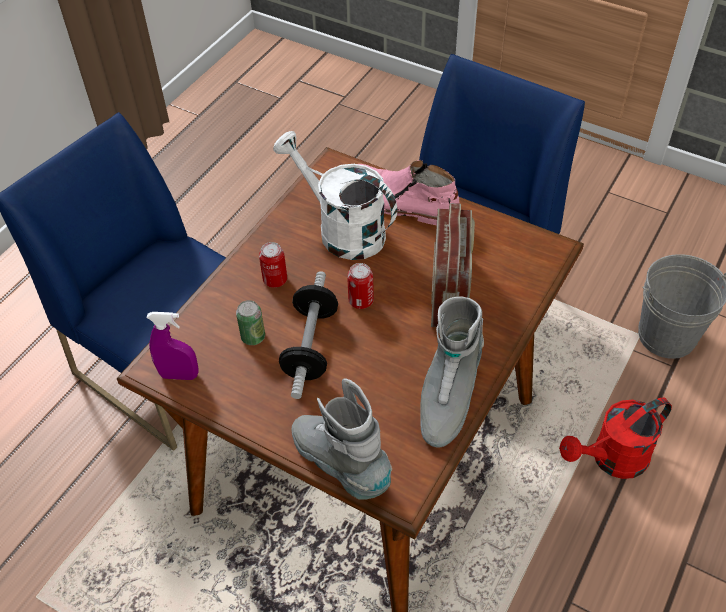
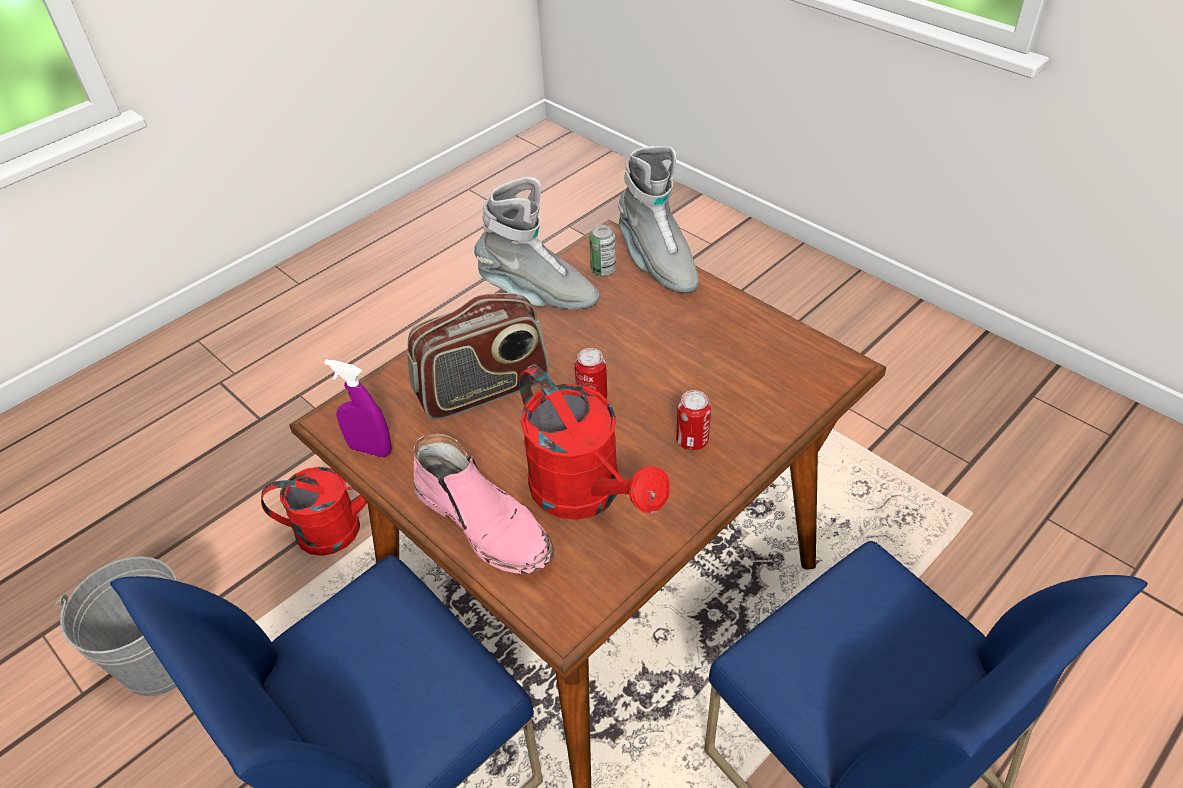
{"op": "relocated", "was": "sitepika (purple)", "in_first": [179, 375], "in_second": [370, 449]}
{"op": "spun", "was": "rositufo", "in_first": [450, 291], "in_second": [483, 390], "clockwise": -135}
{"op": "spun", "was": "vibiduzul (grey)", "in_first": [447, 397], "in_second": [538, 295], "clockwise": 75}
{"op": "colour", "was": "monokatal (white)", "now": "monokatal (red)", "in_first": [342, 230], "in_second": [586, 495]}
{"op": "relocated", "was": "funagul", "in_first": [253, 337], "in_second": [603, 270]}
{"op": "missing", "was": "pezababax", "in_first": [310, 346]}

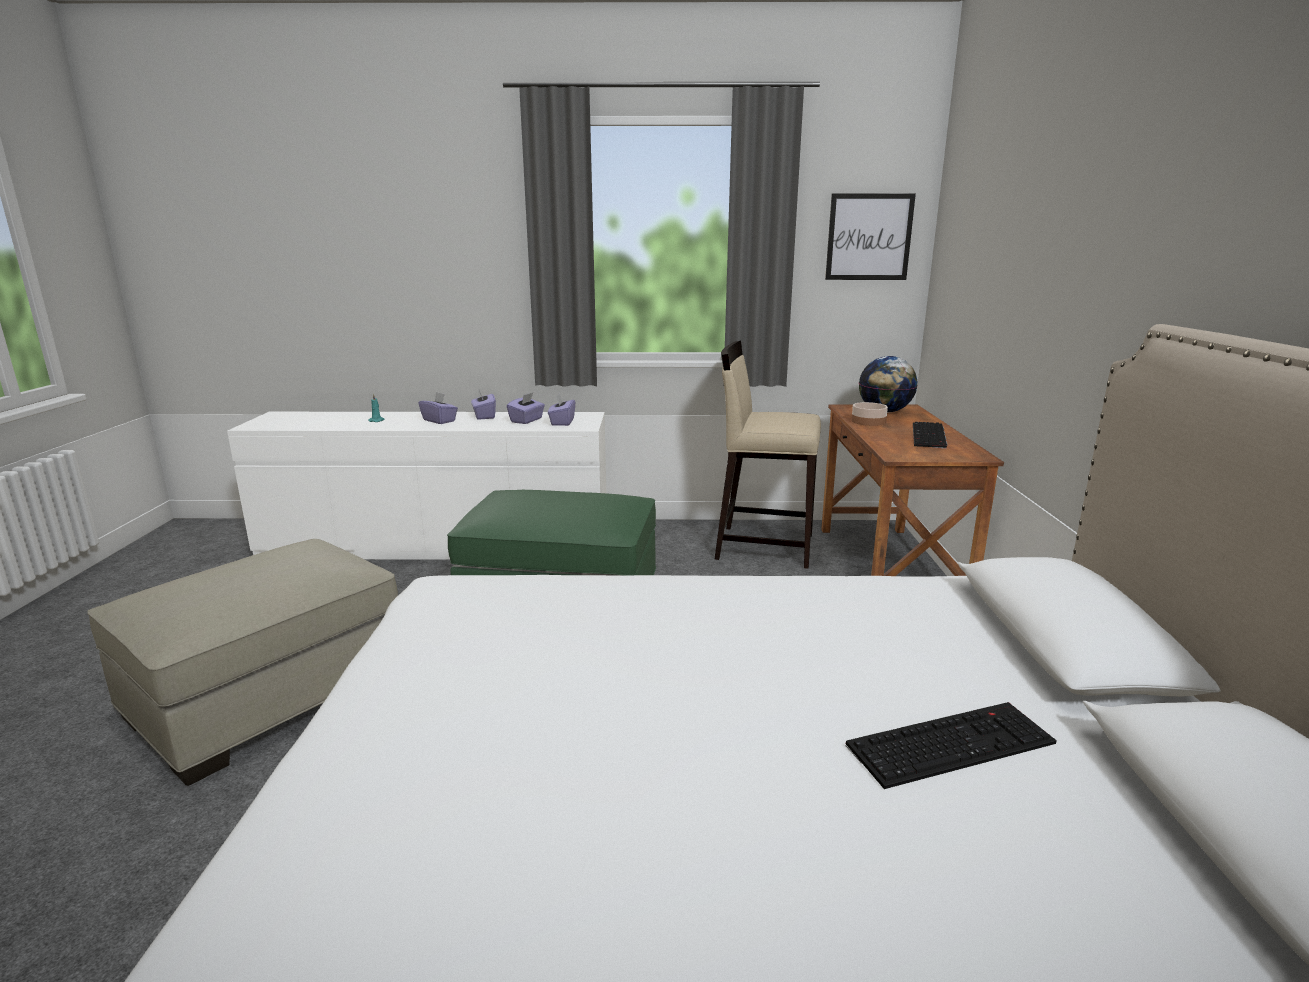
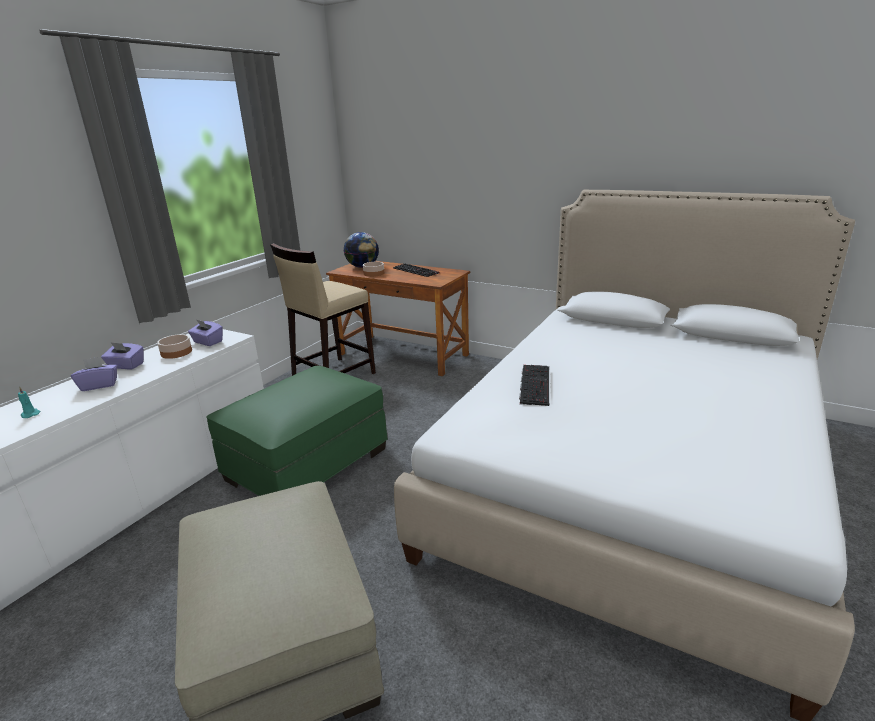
{"op": "exchanged", "was": "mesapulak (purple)", "now": "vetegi", "in_first": [527, 420], "in_second": [176, 352]}
{"op": "relocated", "was": "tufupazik", "in_first": [950, 742], "in_second": [534, 384]}
{"op": "missing", "was": "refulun", "in_first": [869, 237]}

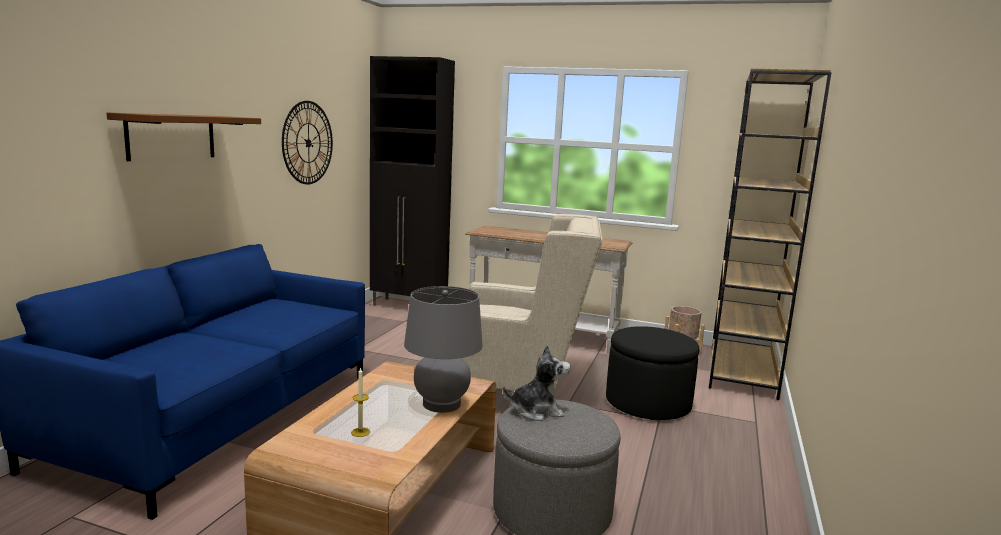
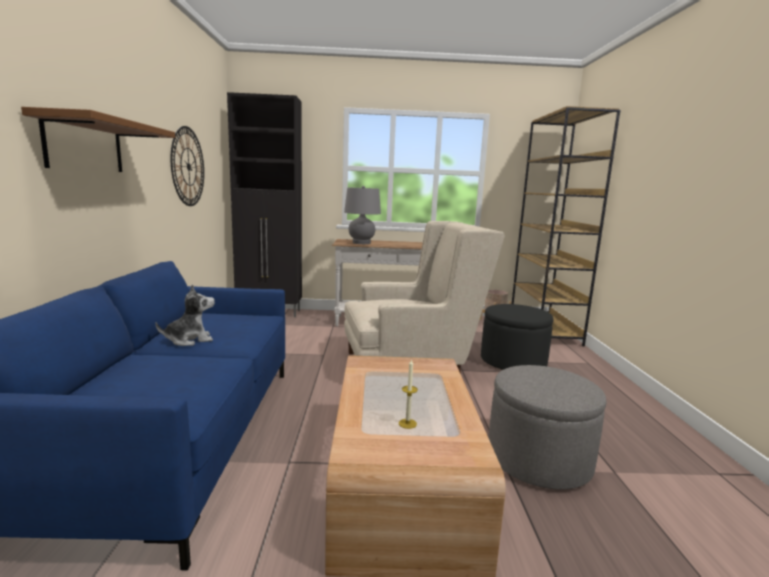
{"op": "relocated", "was": "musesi", "in_first": [536, 411], "in_second": [189, 340]}
{"op": "relocated", "was": "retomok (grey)", "in_first": [441, 404], "in_second": [361, 243]}

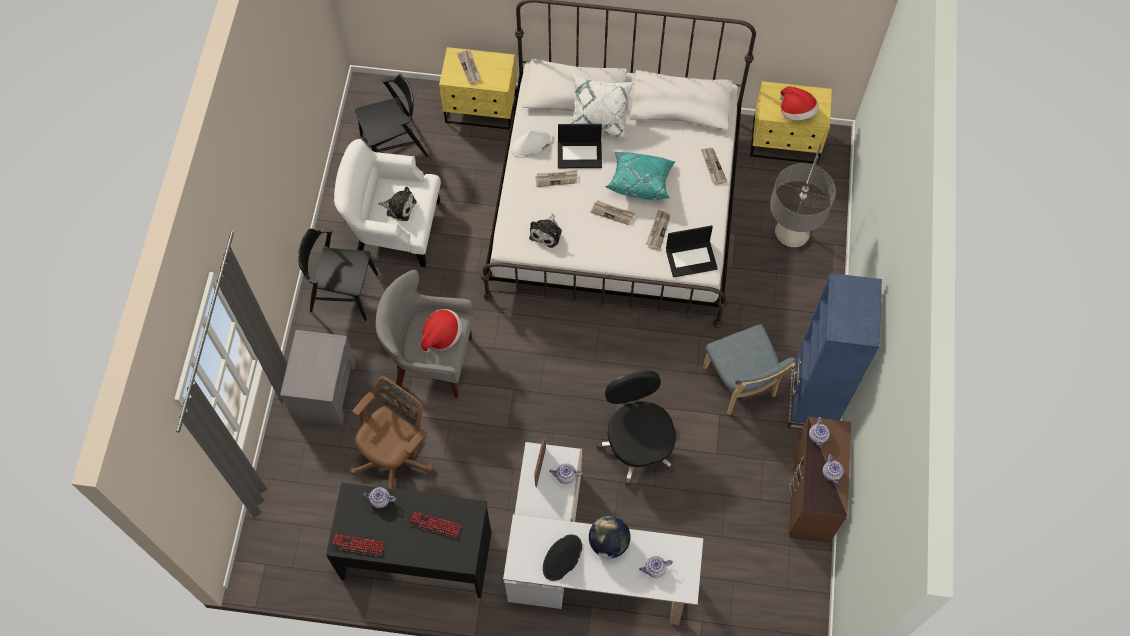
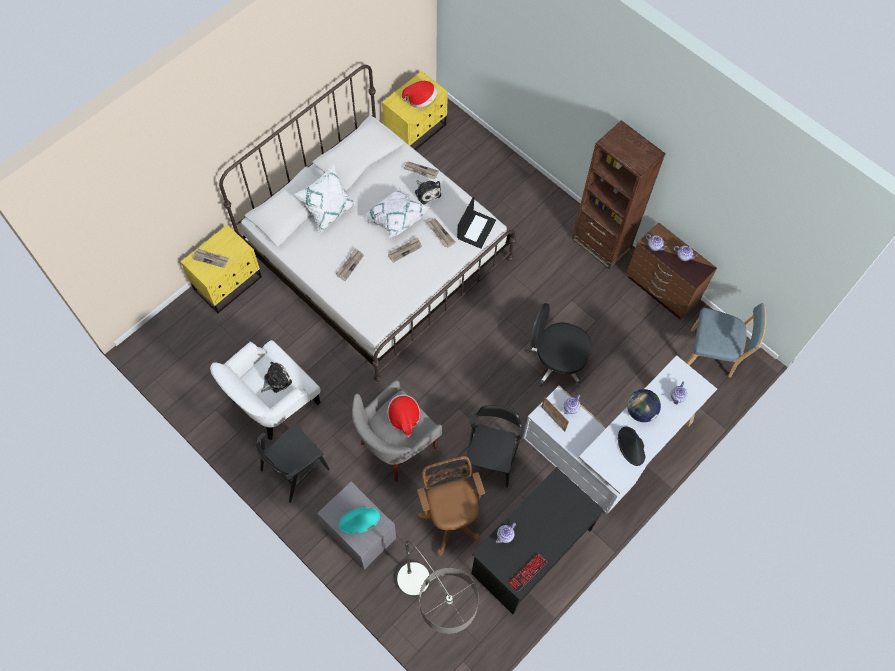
{"op": "appeared", "now": "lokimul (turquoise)", "in_second": [359, 521]}
{"op": "colour", "was": "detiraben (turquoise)", "now": "detiraben (white)", "in_first": [640, 181], "in_second": [395, 218]}
{"op": "relocated", "was": "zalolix", "in_first": [779, 269], "in_second": [435, 614]}
{"op": "relocated", "was": "musesi", "in_first": [547, 233], "in_second": [427, 192]}
{"op": "relocated", "was": "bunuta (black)", "in_first": [394, 146], "in_second": [491, 458]}
{"op": "colour", "was": "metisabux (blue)", "now": "metisabux (brown)", "in_first": [812, 399], "in_second": [601, 243]}
{"op": "relocated", "was": "bunuta (blue)", "in_first": [741, 385], "in_second": [713, 354]}
{"op": "missing", "was": "tufupazik", "in_first": [435, 524]}
{"op": "missing", "was": "lokimul (white)", "in_first": [531, 144]}
{"op": "missing", "was": "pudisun", "in_first": [580, 154]}

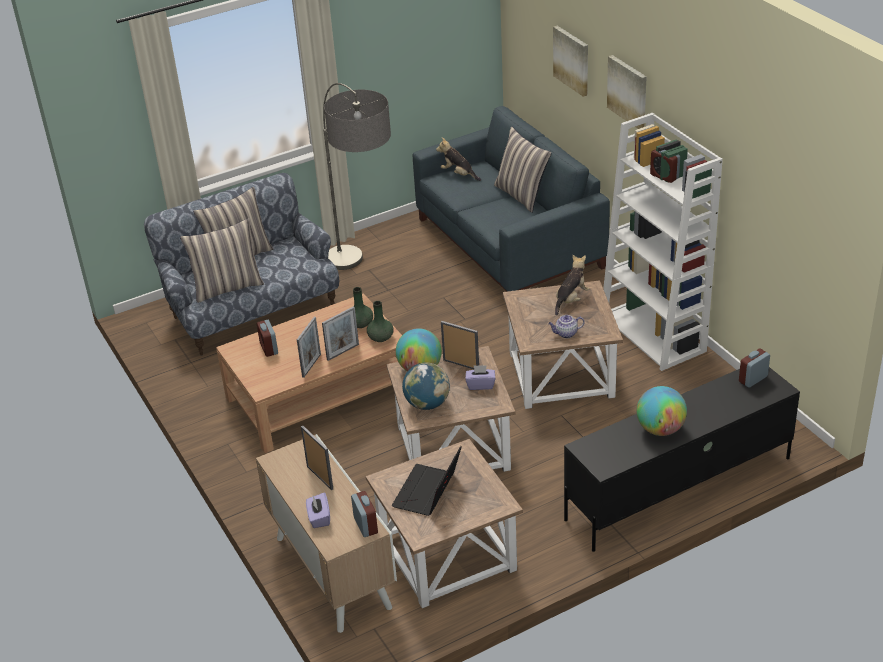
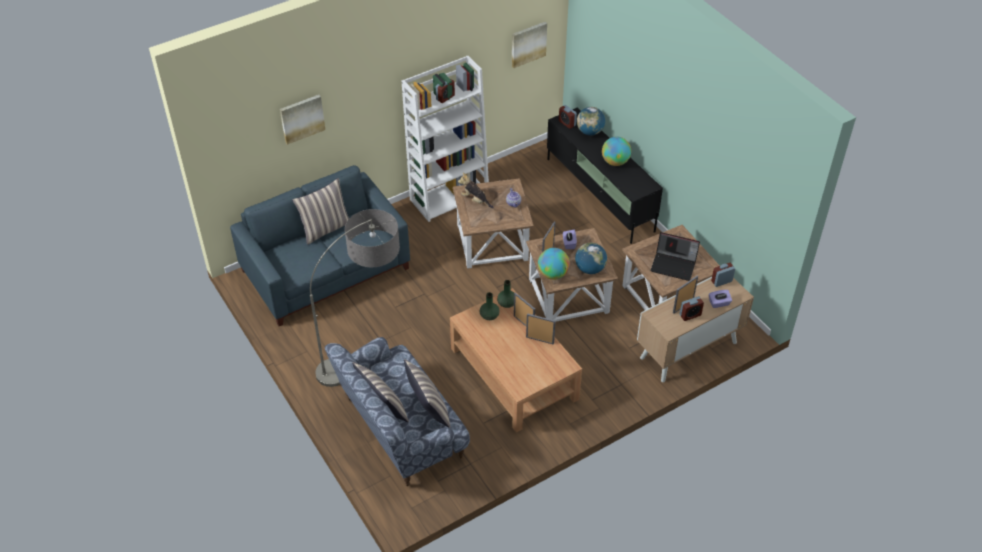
{"op": "relocated", "was": "refulun", "in_first": [628, 91], "in_second": [528, 44]}
{"op": "appeared", "now": "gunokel", "in_second": [590, 132]}
{"op": "relocated", "was": "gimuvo", "in_first": [269, 348], "in_second": [690, 315]}
{"op": "missing", "was": "musesi", "in_first": [458, 174]}

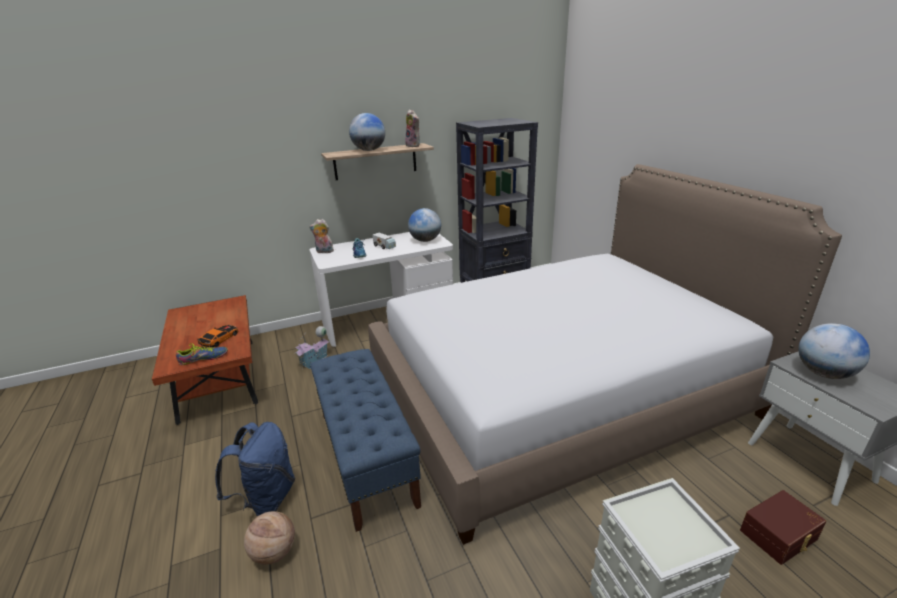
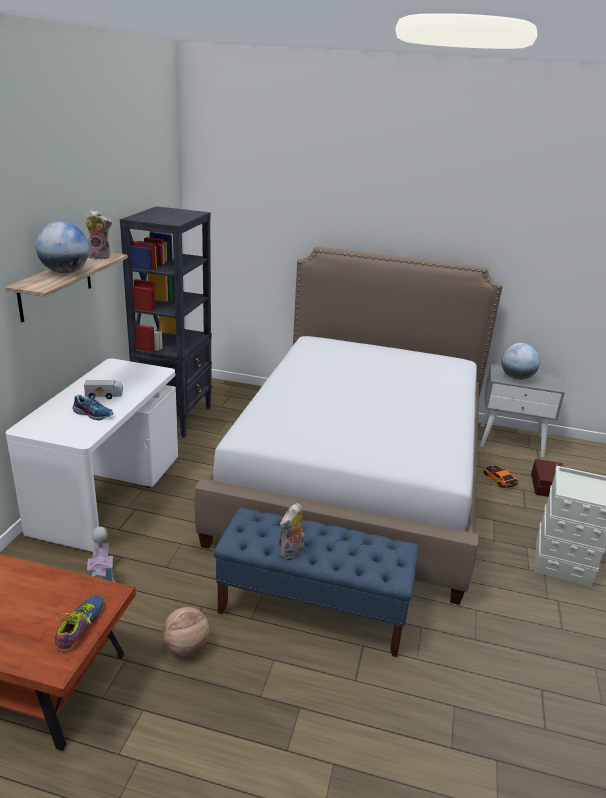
{"op": "relocated", "was": "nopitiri", "in_first": [274, 552], "in_second": [186, 647]}
{"op": "relocated", "was": "musesi", "in_first": [324, 252], "in_second": [291, 552]}
{"op": "relocated", "was": "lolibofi", "in_first": [219, 339], "in_second": [499, 479]}
{"op": "missing", "was": "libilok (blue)", "in_first": [267, 499]}
{"op": "missing", "was": "gunokel", "in_first": [425, 240]}

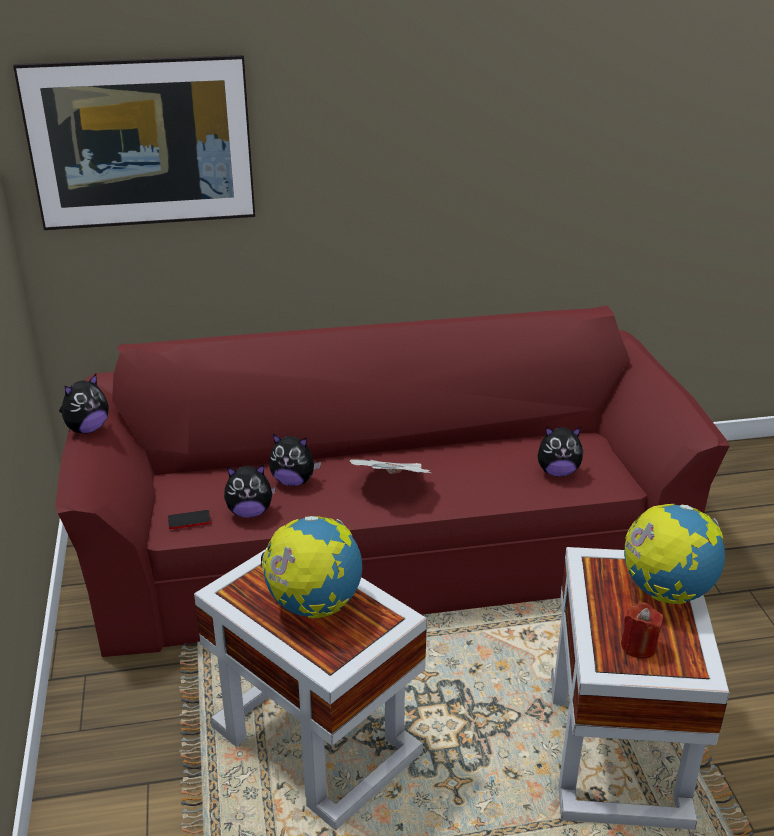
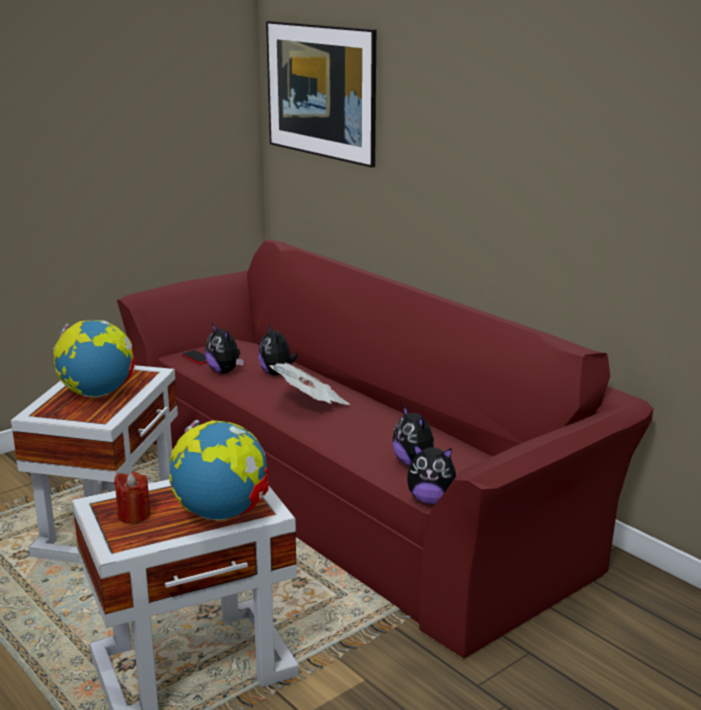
{"op": "relocated", "was": "musesi", "in_first": [87, 429], "in_second": [431, 500]}

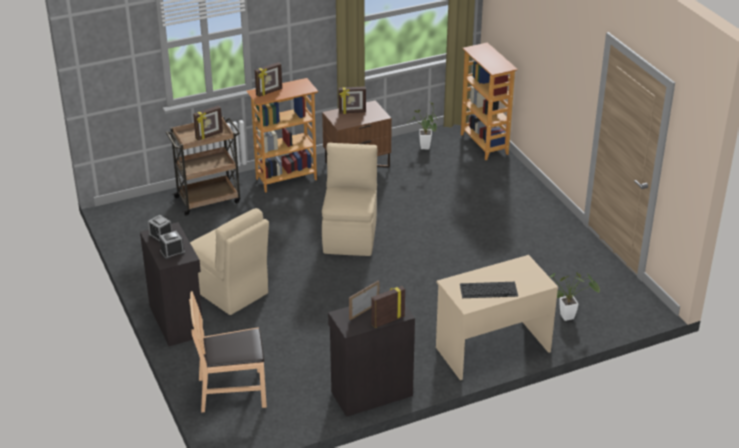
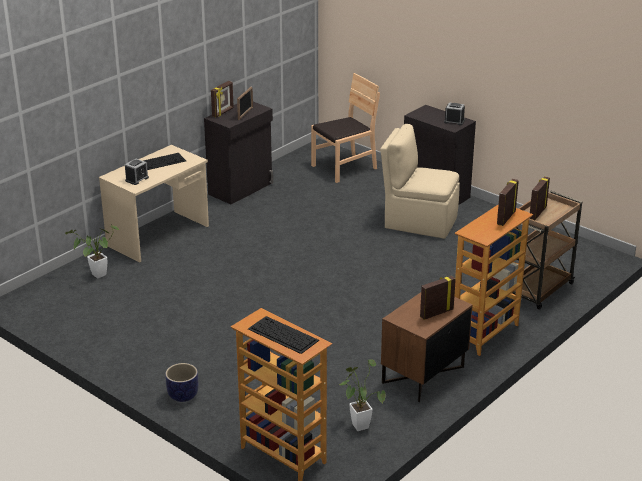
{"op": "relocated", "was": "gimuvo", "in_first": [172, 252], "in_second": [137, 179]}
{"op": "appeared", "now": "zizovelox", "in_second": [182, 395]}
{"op": "appeared", "now": "tufupazik", "in_second": [282, 334]}
{"op": "missing", "was": "bunuta (beige)", "in_first": [350, 235]}

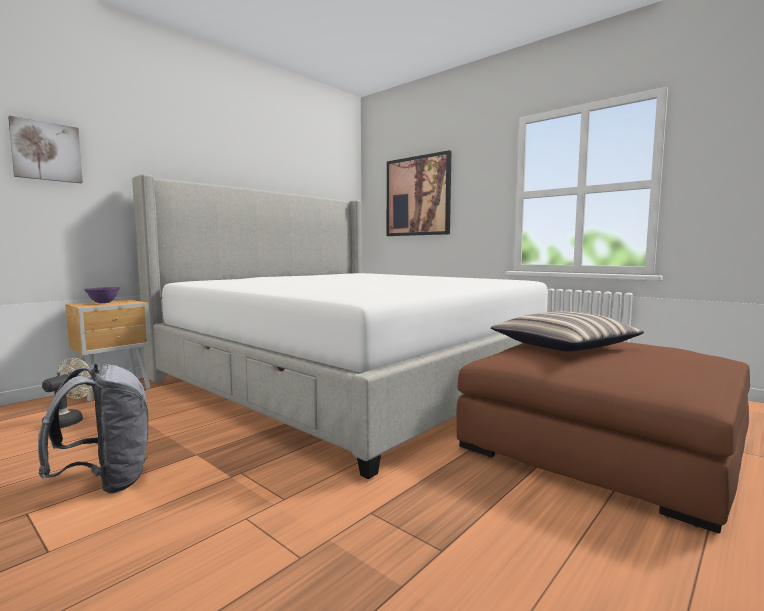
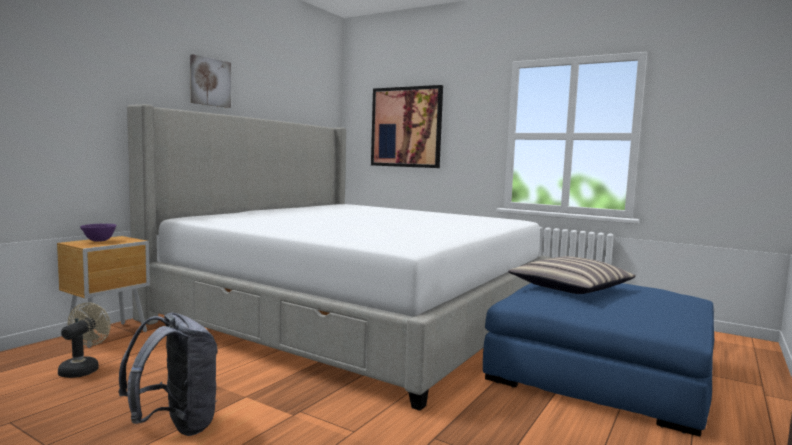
{"op": "relocated", "was": "refulun", "in_first": [46, 151], "in_second": [210, 82]}
{"op": "colour", "was": "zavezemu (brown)", "now": "zavezemu (blue)", "in_first": [601, 442], "in_second": [600, 371]}

